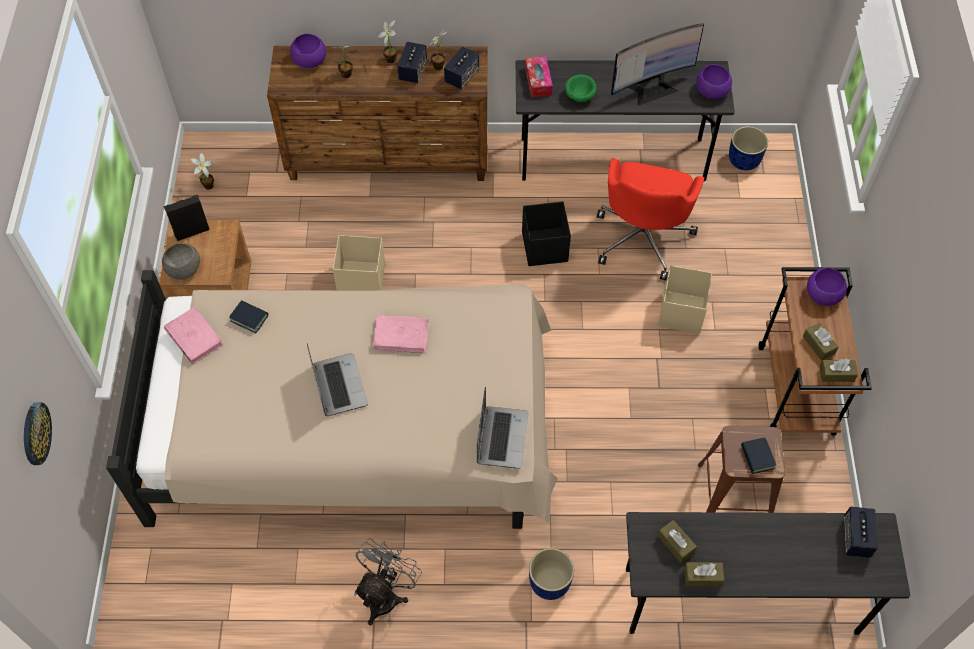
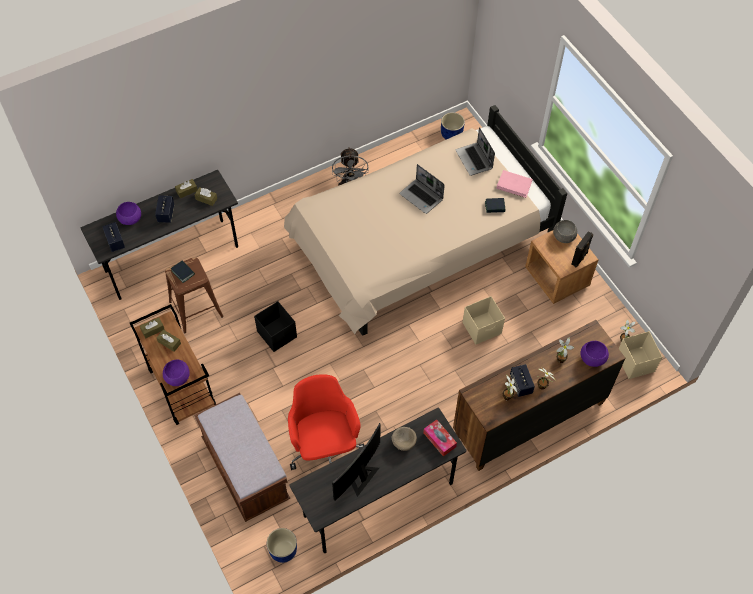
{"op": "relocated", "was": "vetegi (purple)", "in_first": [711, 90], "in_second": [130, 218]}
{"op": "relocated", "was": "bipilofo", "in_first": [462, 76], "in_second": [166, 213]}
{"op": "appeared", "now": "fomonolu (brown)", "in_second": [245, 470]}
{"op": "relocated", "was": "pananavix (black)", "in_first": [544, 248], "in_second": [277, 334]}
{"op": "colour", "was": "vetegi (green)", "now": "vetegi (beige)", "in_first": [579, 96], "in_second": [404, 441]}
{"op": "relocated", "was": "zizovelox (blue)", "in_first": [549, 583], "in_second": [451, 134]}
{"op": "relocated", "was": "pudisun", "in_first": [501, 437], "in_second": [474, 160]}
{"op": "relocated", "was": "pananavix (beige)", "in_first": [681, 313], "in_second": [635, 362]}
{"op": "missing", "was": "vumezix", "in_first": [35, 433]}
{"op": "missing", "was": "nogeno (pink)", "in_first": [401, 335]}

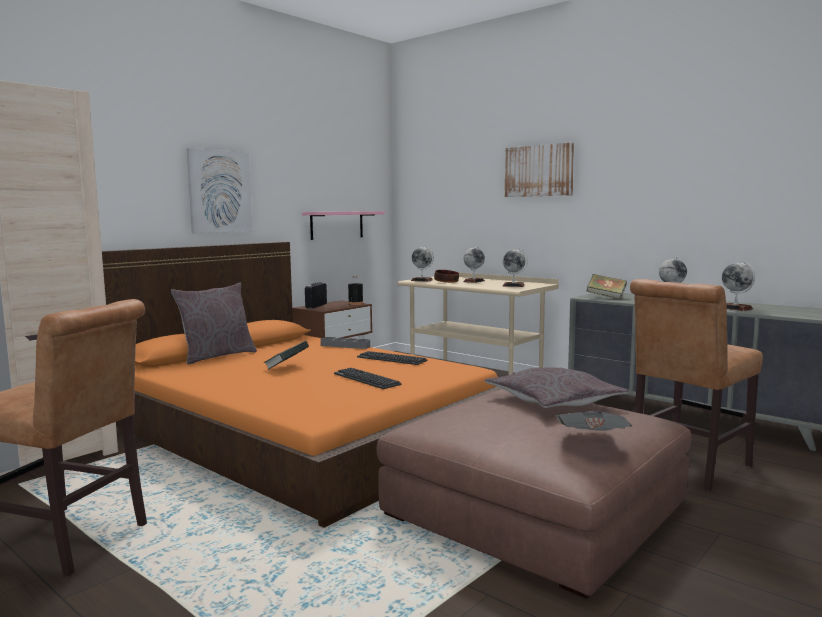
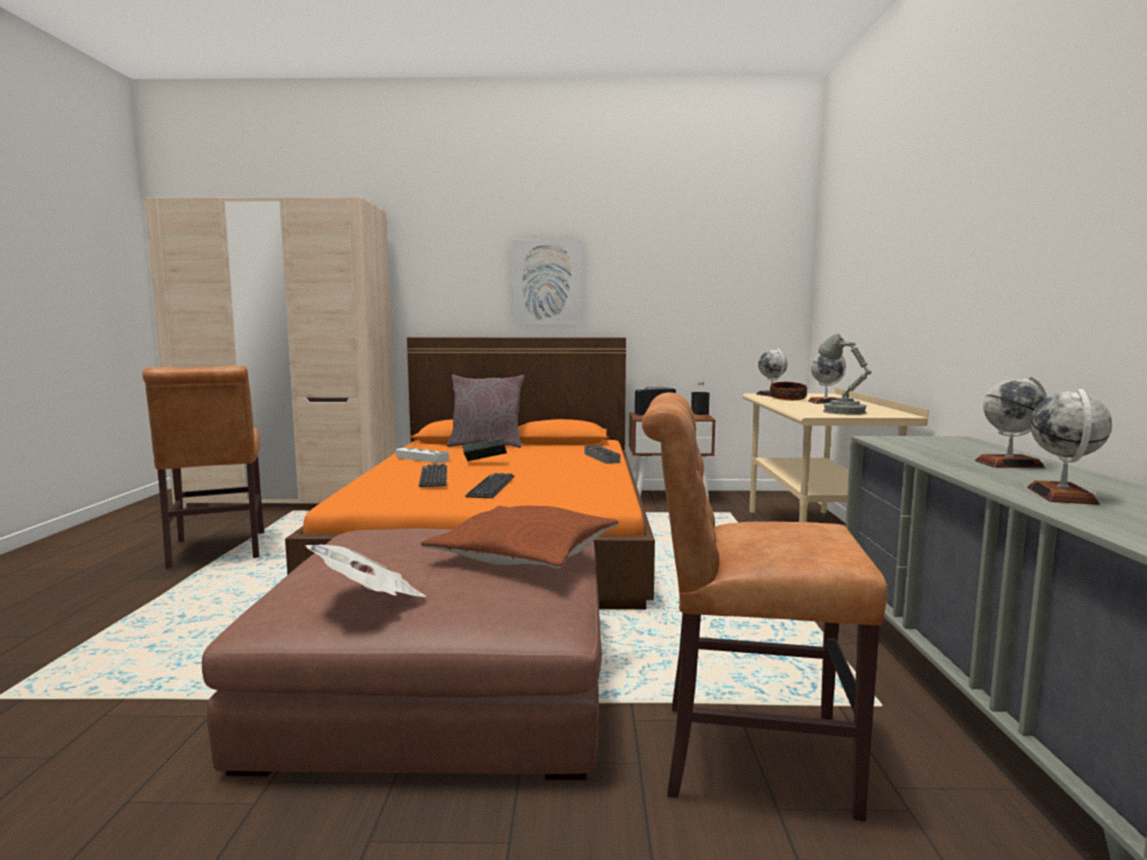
{"op": "appeared", "now": "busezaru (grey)", "in_second": [422, 459]}
{"op": "relocated", "was": "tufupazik", "in_first": [391, 359], "in_second": [433, 476]}
{"op": "colour", "was": "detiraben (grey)", "now": "detiraben (brown)", "in_first": [553, 401], "in_second": [525, 554]}
{"op": "exchanged", "was": "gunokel", "now": "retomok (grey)", "in_first": [513, 285], "in_second": [841, 411]}
{"op": "missing", "was": "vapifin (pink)", "in_first": [337, 225]}
{"op": "missing", "was": "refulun", "in_first": [538, 171]}
{"op": "missing", "was": "nogeno", "in_first": [606, 297]}

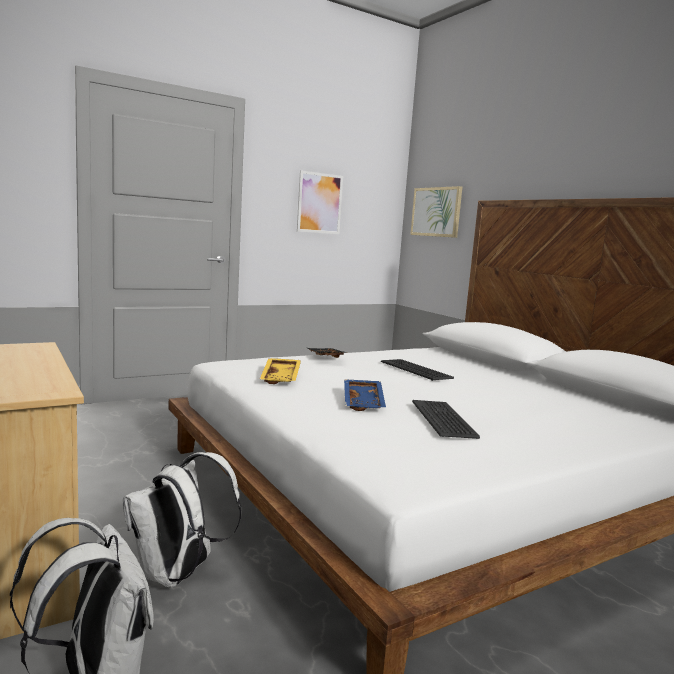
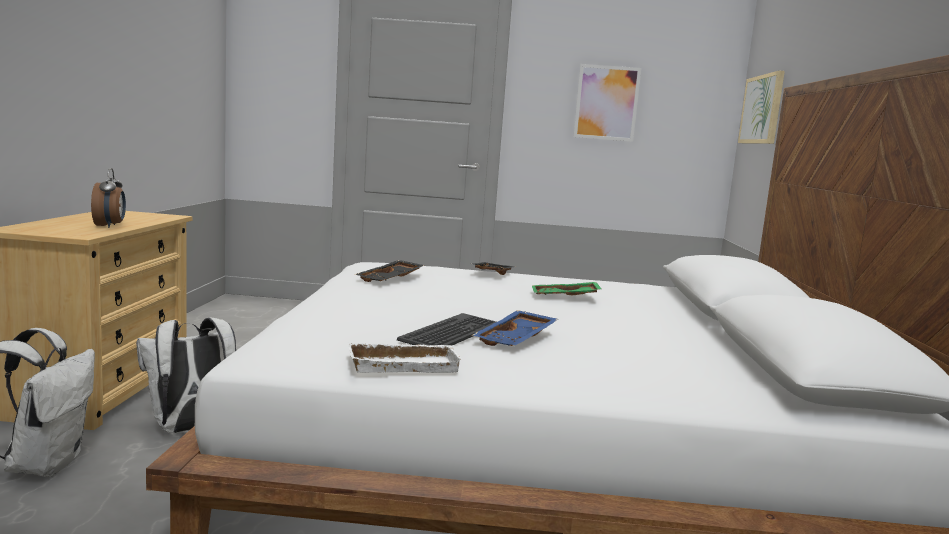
{"op": "appeared", "now": "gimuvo", "in_second": [110, 226]}
{"op": "appeared", "now": "busezaru (white)", "in_second": [404, 364]}
{"op": "colour", "was": "busezaru (yellow)", "now": "busezaru (black)", "in_first": [282, 378], "in_second": [391, 279]}
{"op": "relocated", "was": "busezaru (blue)", "in_first": [364, 402], "in_second": [516, 340]}
{"op": "exchanged", "was": "tufupazik", "now": "busezaru (green)", "in_first": [416, 370], "in_second": [565, 297]}

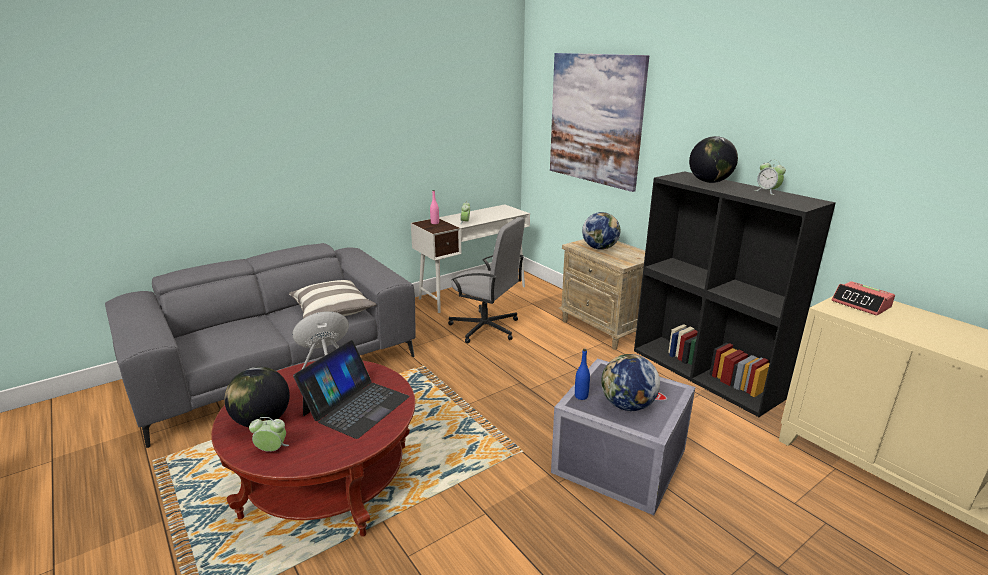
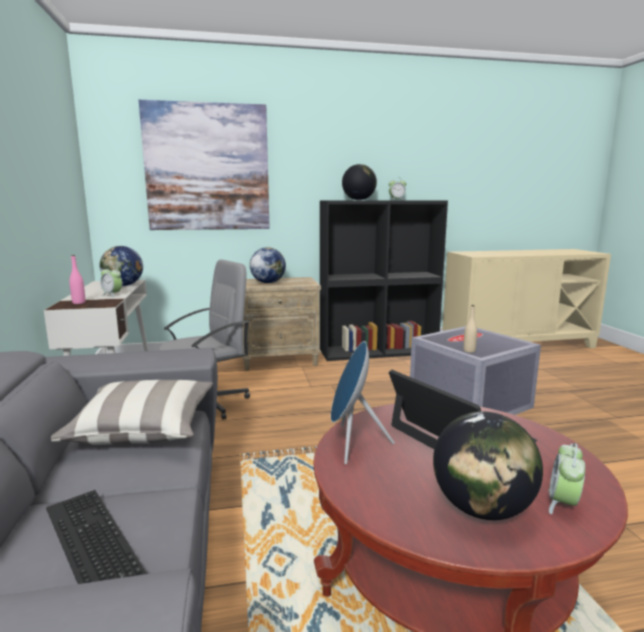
{"op": "appeared", "now": "tufupazik", "in_second": [88, 540]}
{"op": "relocated", "was": "gunokel", "in_first": [627, 405], "in_second": [123, 285]}
{"op": "colour", "was": "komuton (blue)", "now": "komuton (beige)", "in_first": [581, 396], "in_second": [469, 351]}
{"op": "missing", "was": "gimuvo", "in_first": [861, 304]}

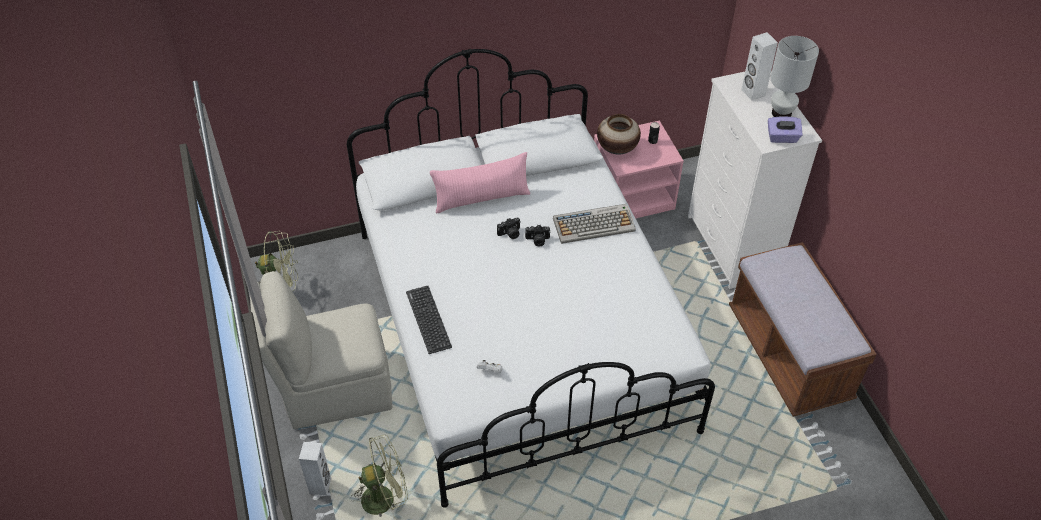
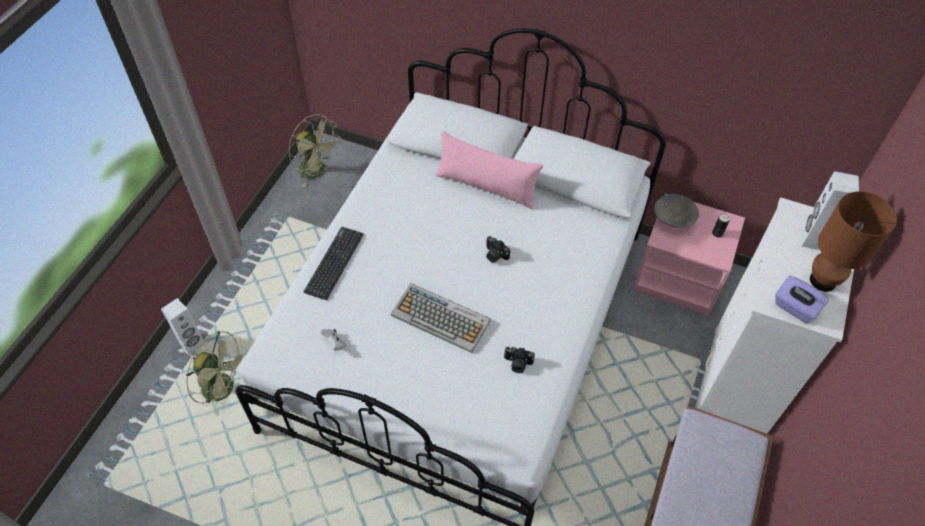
{"op": "relocated", "was": "tufupazik", "in_first": [594, 224], "in_second": [441, 318]}
{"op": "relocated", "was": "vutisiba", "in_first": [510, 234], "in_second": [517, 364]}
{"op": "exchanged", "was": "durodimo", "now": "vetegi (grey)", "in_first": [617, 148], "in_second": [674, 219]}
{"op": "colour", "was": "retomok (white)", "now": "retomok (brown)", "in_first": [782, 113], "in_second": [823, 281]}
{"op": "missing", "was": "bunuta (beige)", "in_first": [334, 388]}

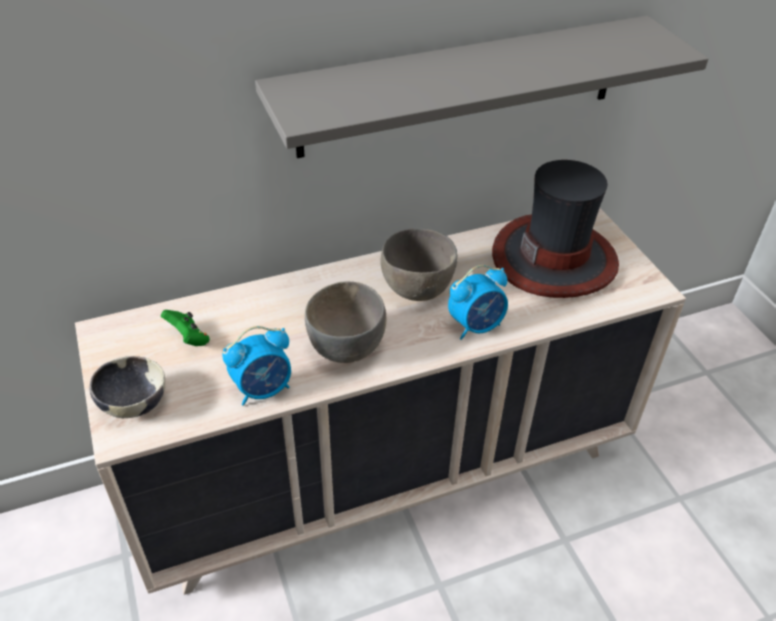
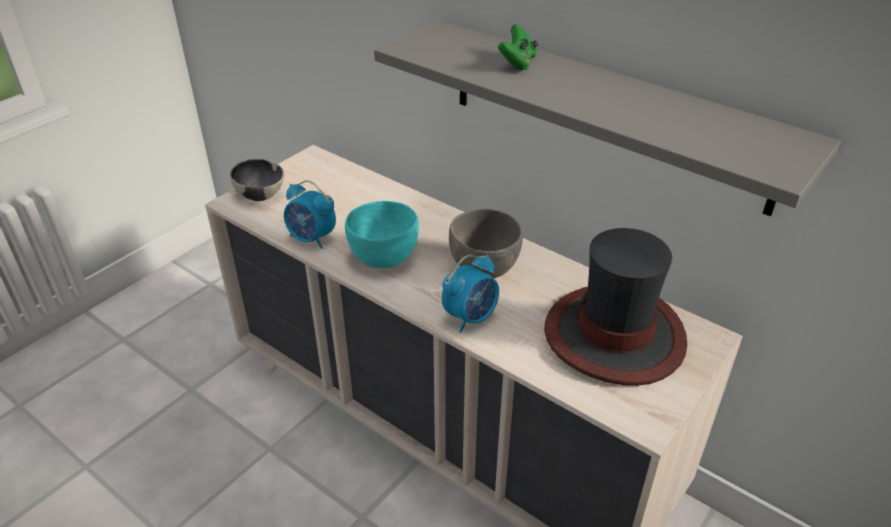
{"op": "colour", "was": "vetegi (grey)", "now": "vetegi (turquoise)", "in_first": [347, 347], "in_second": [384, 258]}
{"op": "spun", "was": "gimuvo", "in_first": [476, 326], "in_second": [471, 317], "clockwise": -75}
{"op": "relocated", "was": "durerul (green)", "in_first": [189, 339], "in_second": [518, 63]}

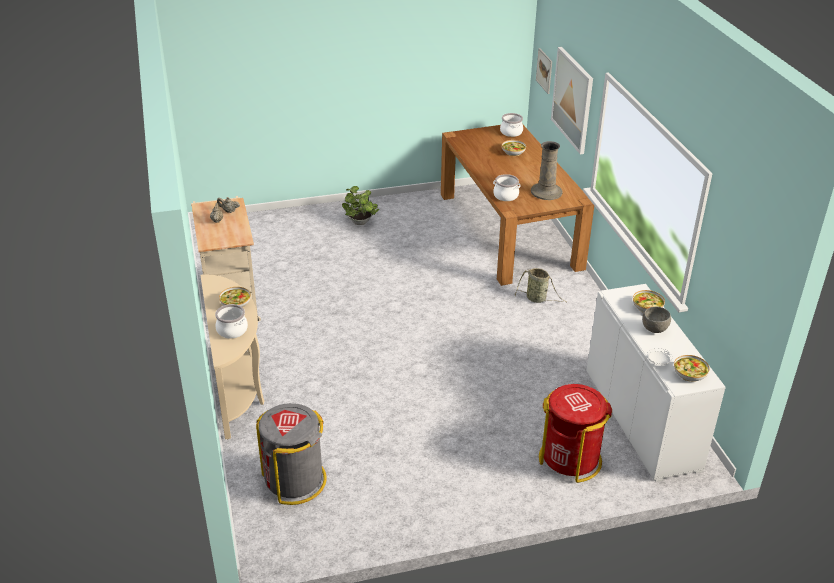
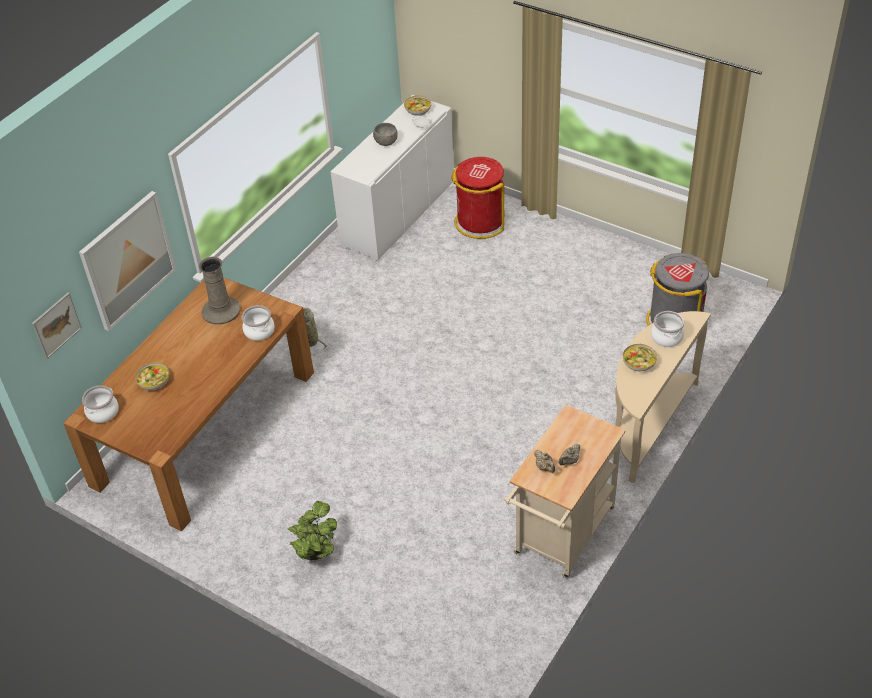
{"op": "missing", "was": "vetegi", "in_first": [647, 307]}

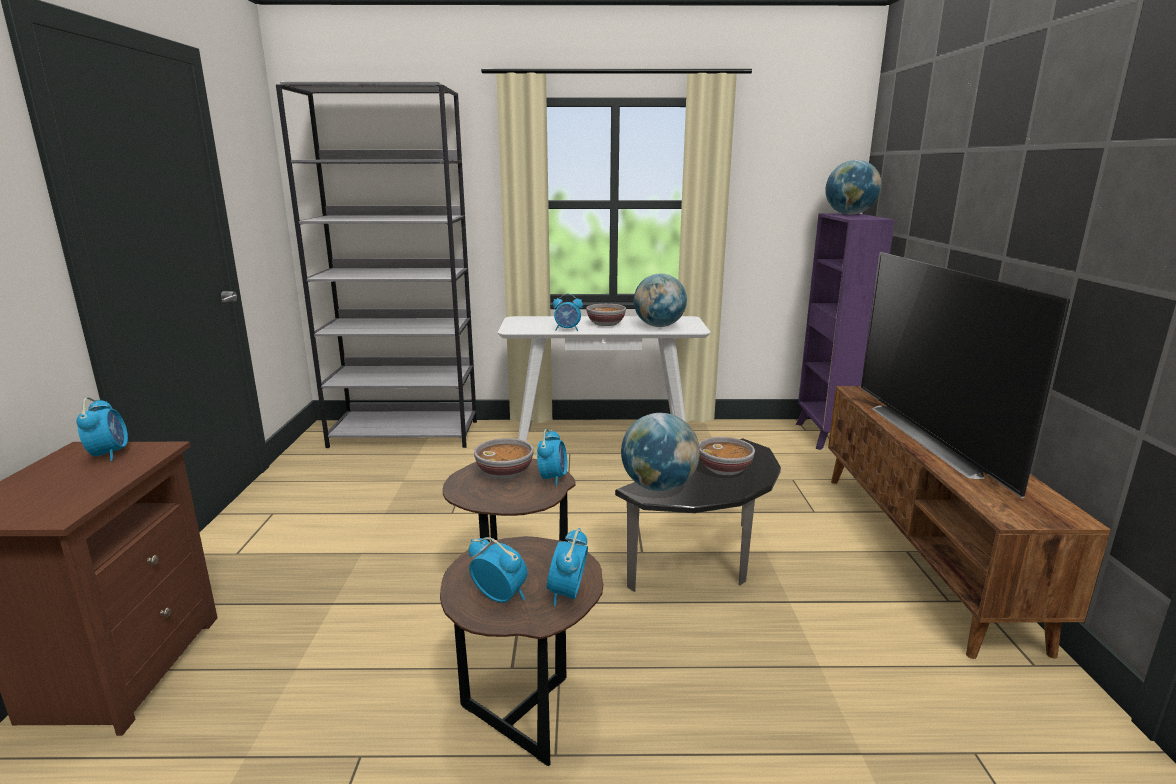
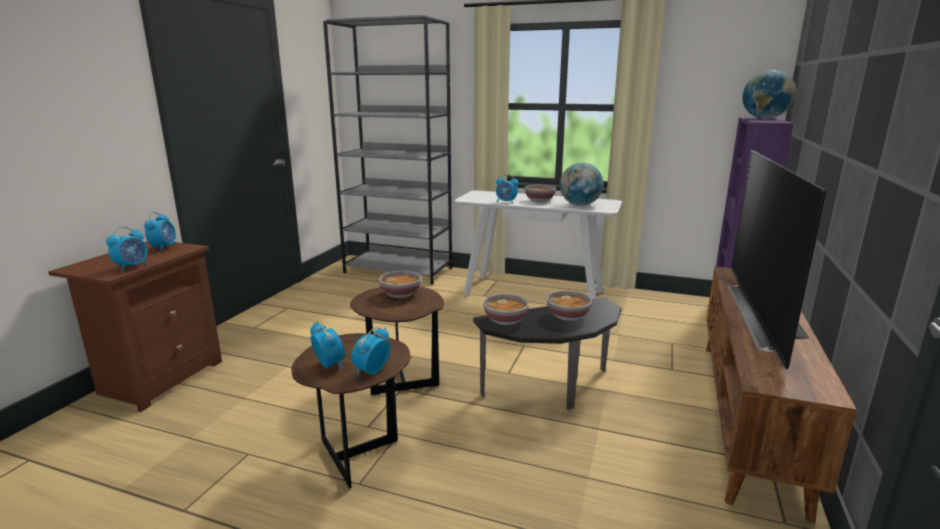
{"op": "relocated", "was": "gimuvo", "in_first": [553, 478], "in_second": [132, 267]}
{"op": "exchanged", "was": "gunokel", "now": "vetegi", "in_first": [659, 487], "in_second": [505, 320]}

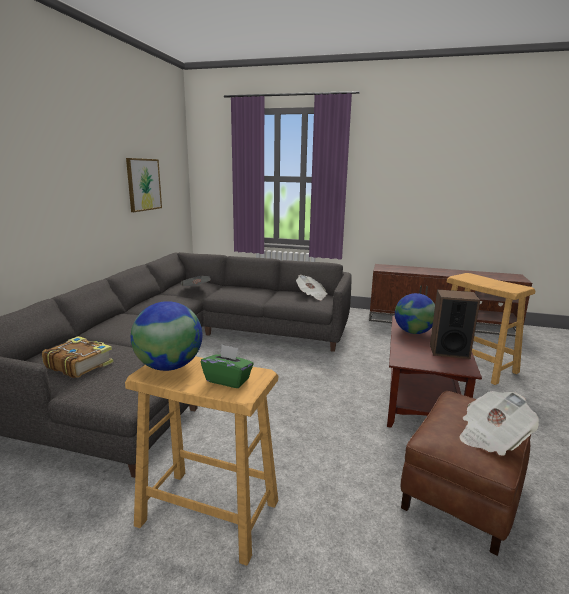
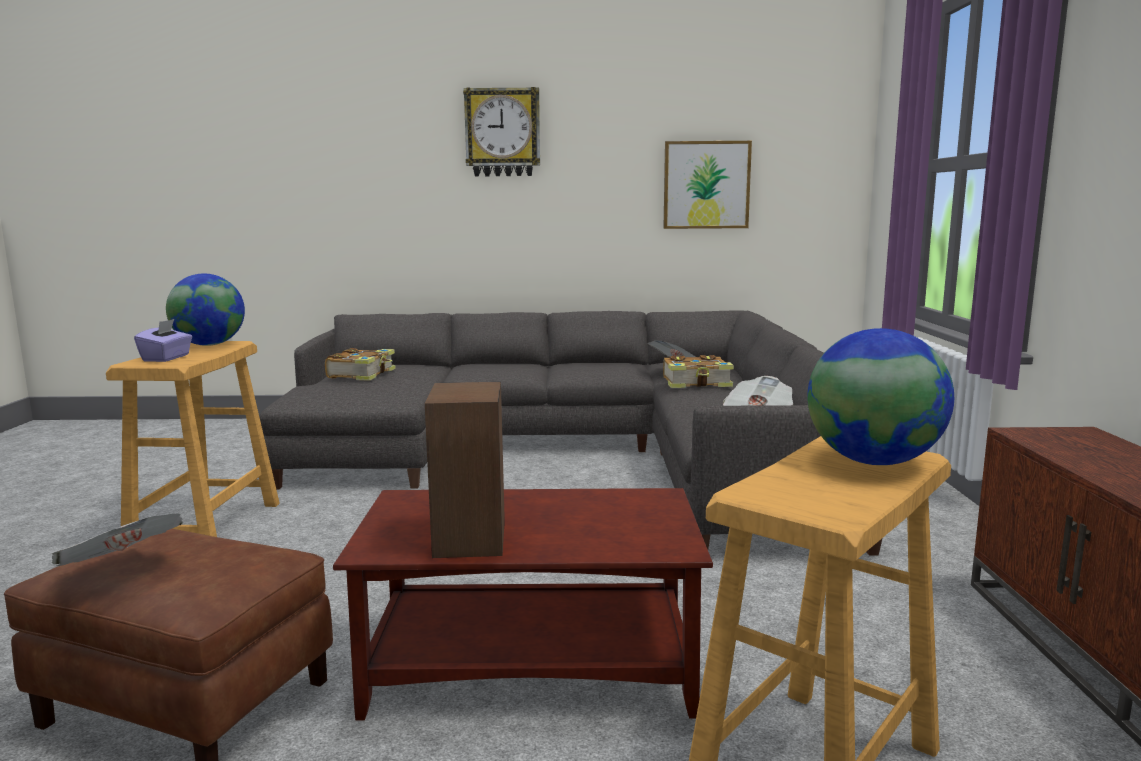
{"op": "colour", "was": "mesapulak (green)", "now": "mesapulak (purple)", "in_first": [228, 380], "in_second": [166, 358]}
{"op": "appeared", "now": "vumezix", "in_second": [502, 133]}
{"op": "appeared", "now": "nogeno", "in_second": [697, 383]}
{"op": "relocated", "was": "gunokel", "in_first": [413, 332], "in_second": [873, 461]}

